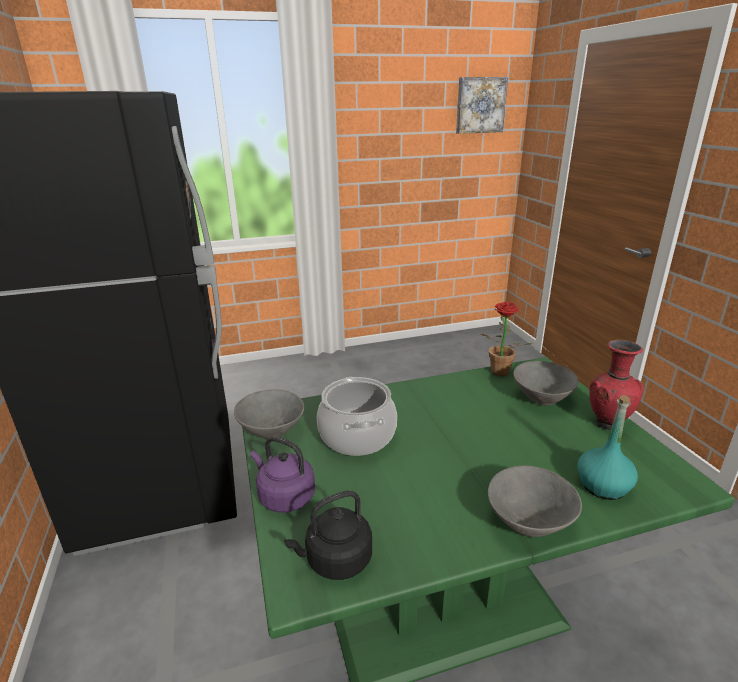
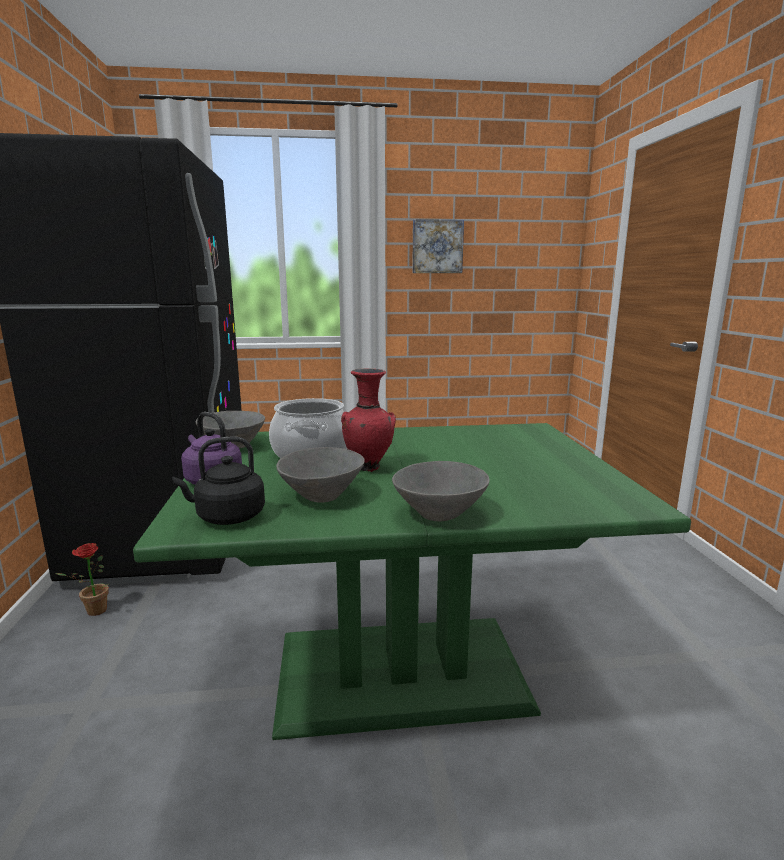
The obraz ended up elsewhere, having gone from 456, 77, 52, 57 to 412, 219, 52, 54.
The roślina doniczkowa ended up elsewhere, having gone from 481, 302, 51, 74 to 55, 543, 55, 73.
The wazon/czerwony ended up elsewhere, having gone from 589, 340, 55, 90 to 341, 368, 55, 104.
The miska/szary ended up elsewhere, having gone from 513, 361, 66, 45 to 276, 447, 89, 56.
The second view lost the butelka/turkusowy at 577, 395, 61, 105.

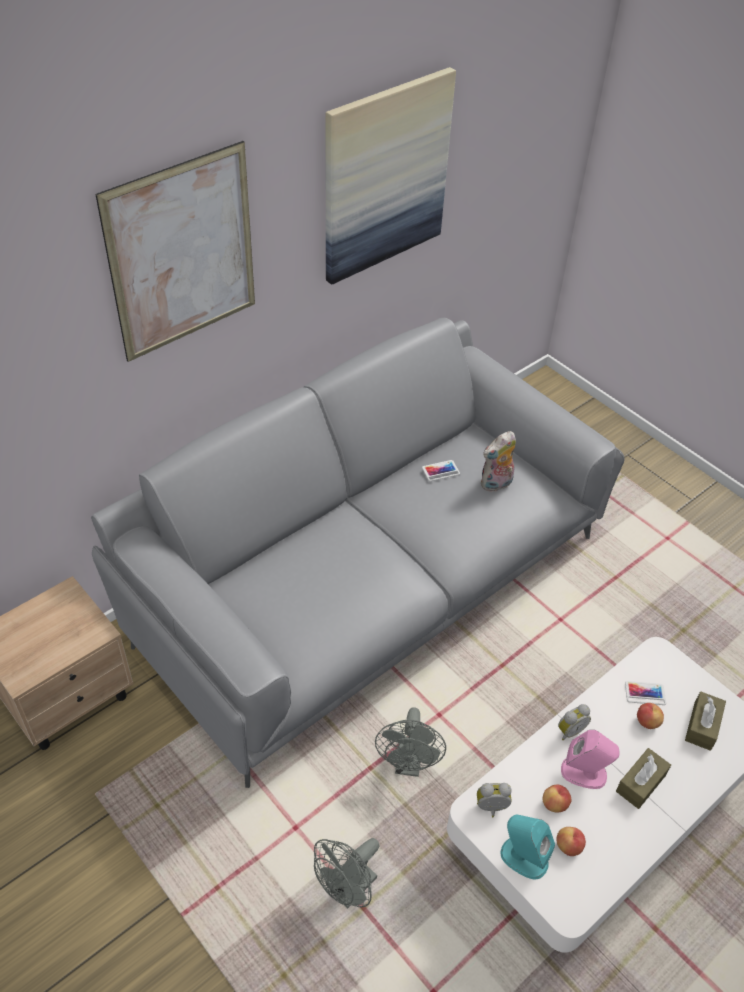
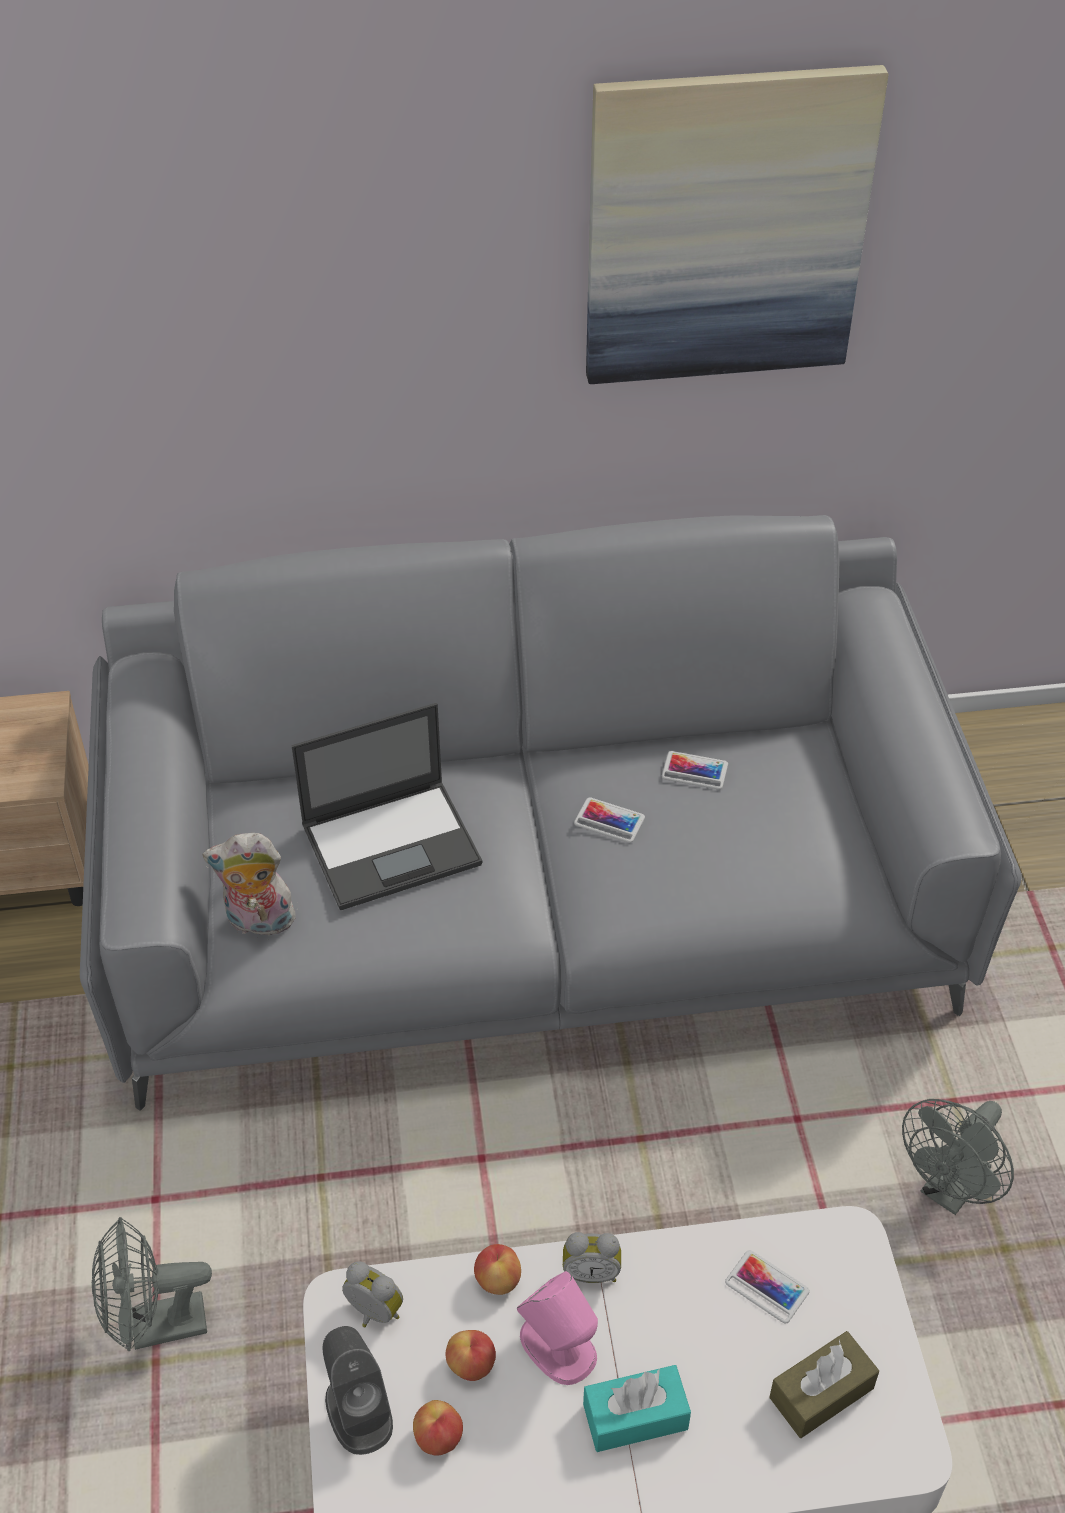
The second view lost the obraz at 95, 141, 160, 221.
The pluszak ended up elsewhere, having gone from 481, 431, 35, 61 to 202, 833, 99, 103.
The jabłko ended up elsewhere, having gone from 637, 703, 27, 26 to 474, 1244, 47, 51.
The wentylator/szary ended up elsewhere, having gone from 375, 707, 71, 70 to 902, 1099, 112, 116.
What was the pudełko chusteczek/brązowy at 616, 748, 55, 61 turned into the pudełko chusteczek/turkusowy at 583, 1365, 108, 87.
What was the głośnik/turkusowy at 500, 815, 55, 65 turned into the głośnik/szary at 323, 1326, 70, 129.
The second view gained the laptop at 292, 703, 191, 207.
The second view gained the telefon at 574, 797, 71, 46.

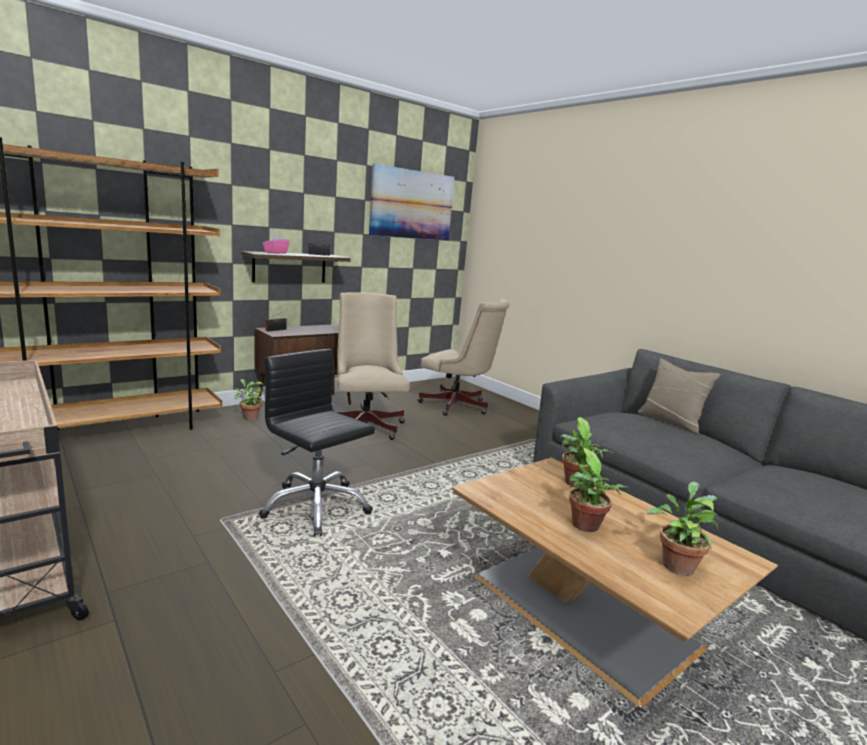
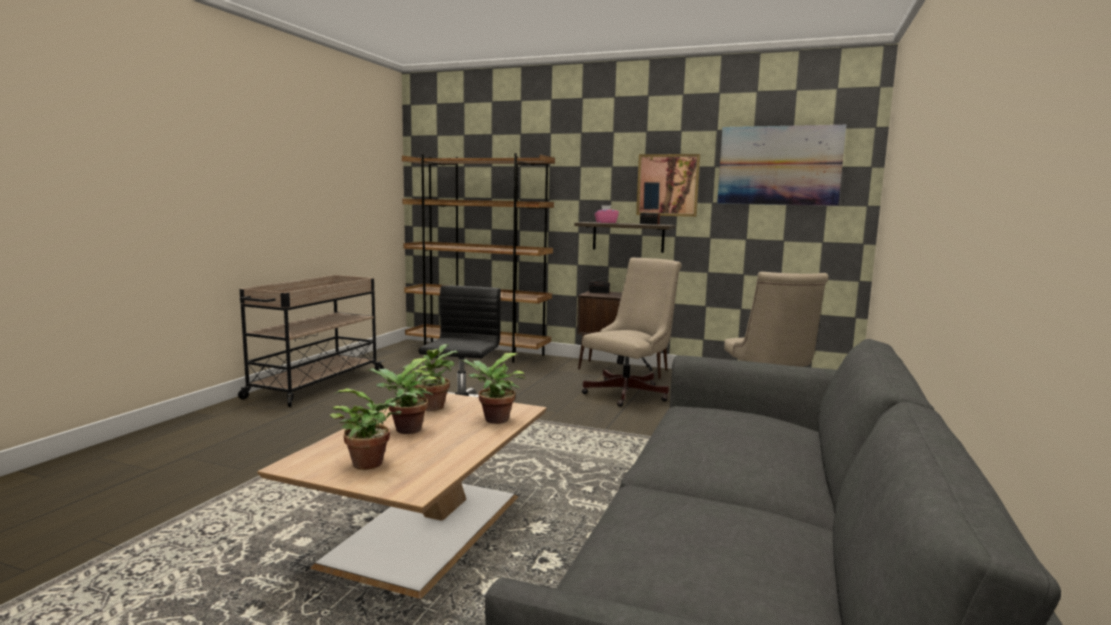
The second view lost the poduszka/beżowy at 638, 358, 82, 76.
The roślina doniczkowa ended up elsewhere, having gone from 234, 379, 30, 41 to 402, 344, 56, 67.
The second view gained the obraz at 636, 154, 64, 63.

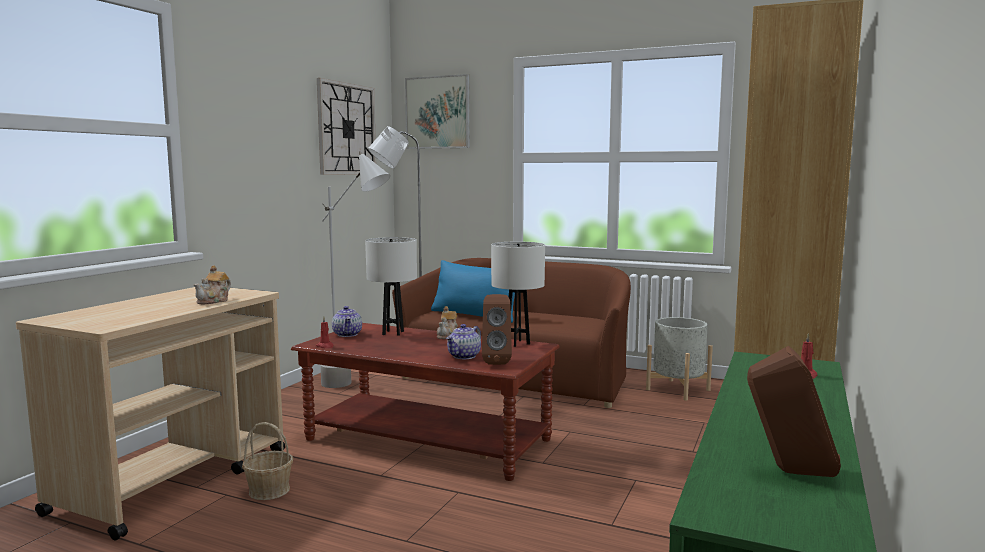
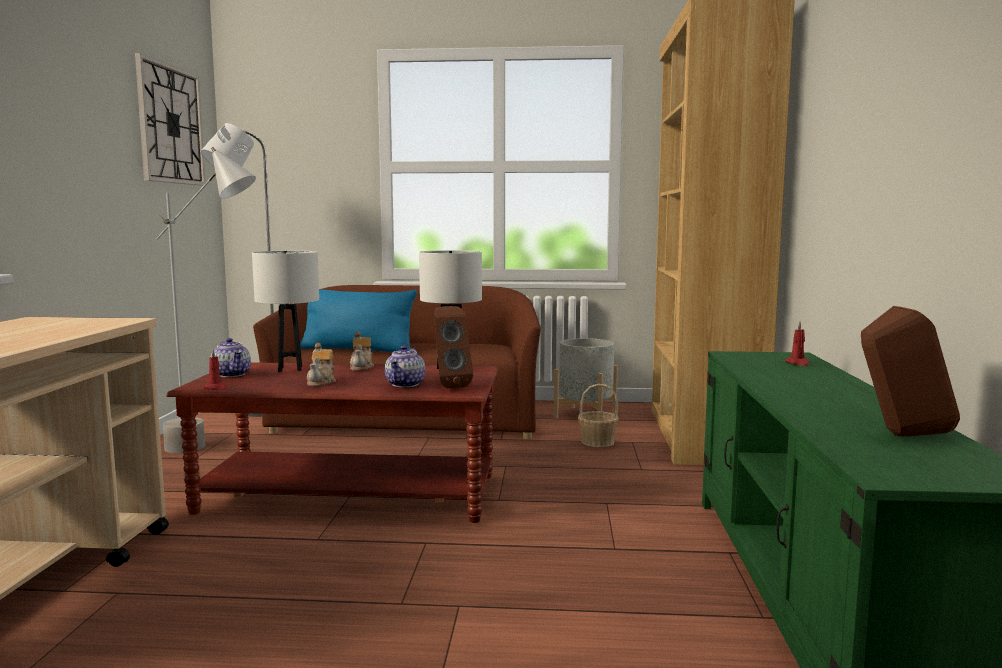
The second view lost the obraz at 405, 74, 65, 75.
The imbryk ended up elsewhere, having gone from 194, 266, 37, 38 to 307, 343, 29, 43.
The koszyk ended up elsewhere, having gone from 242, 422, 51, 78 to 578, 384, 41, 63.

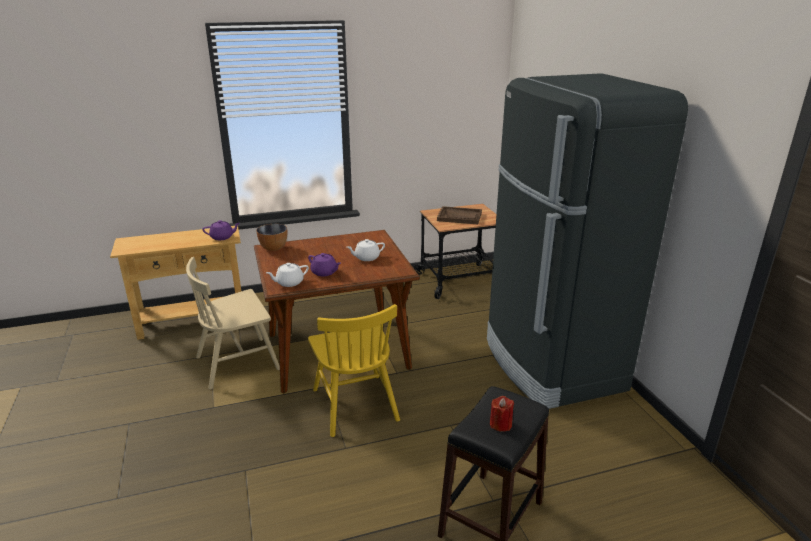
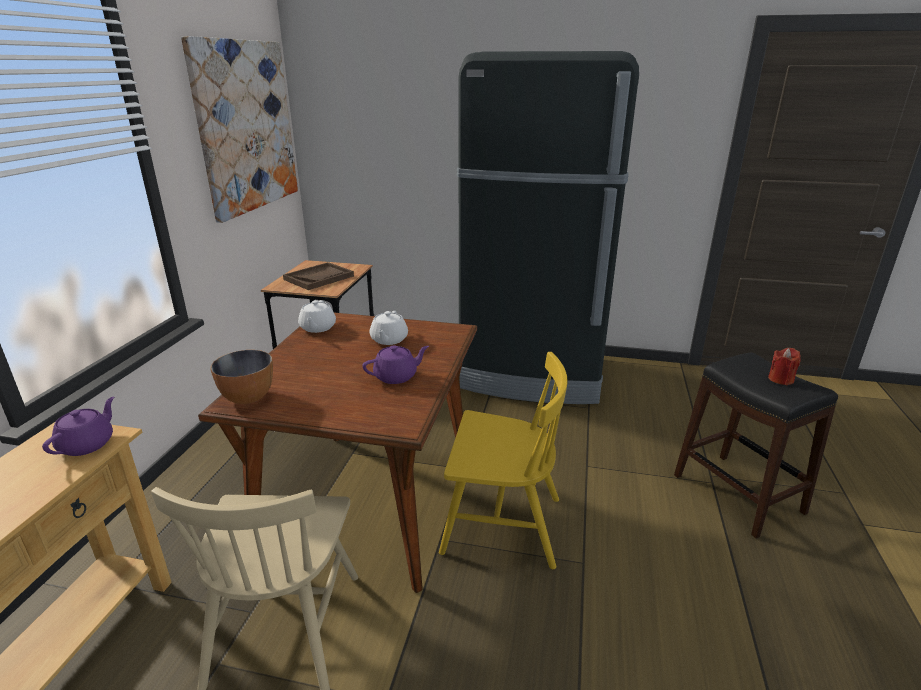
The imbryk/biały ended up elsewhere, having gone from 266, 263, 43, 24 to 298, 300, 38, 33.
The second view gained the obraz at 181, 36, 117, 187.

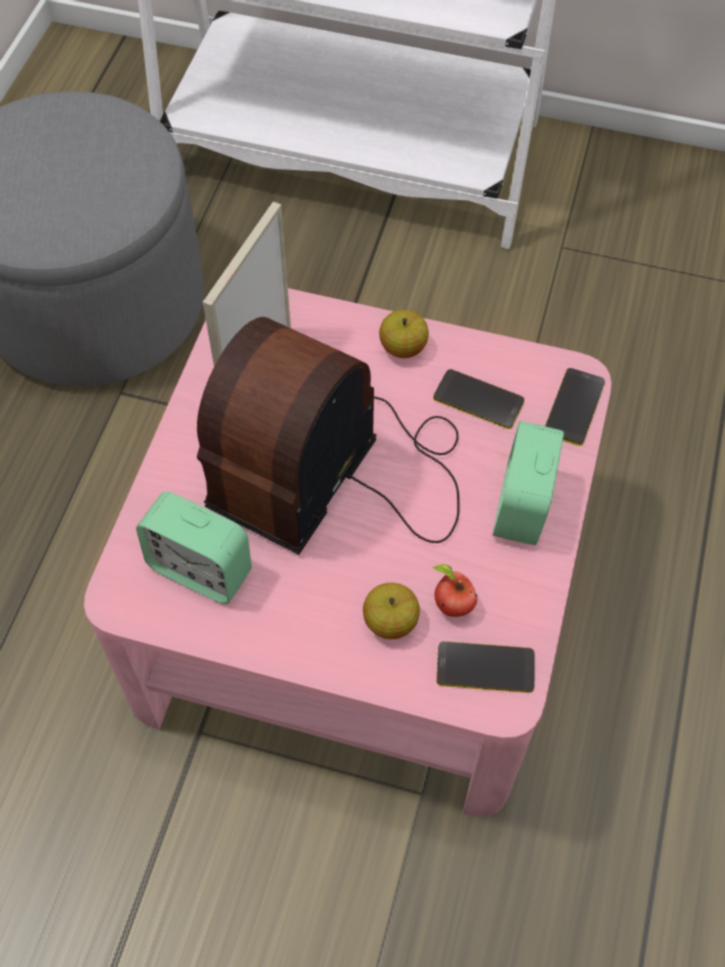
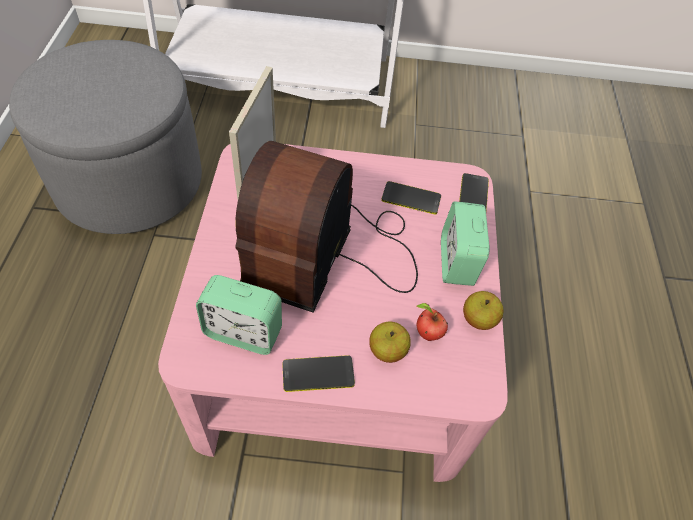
The jabłko ended up elsewhere, having gone from 379, 310, 50, 48 to 463, 291, 41, 39.
The telefon ended up elsewhere, having gone from 436, 641, 99, 52 to 282, 355, 73, 37.

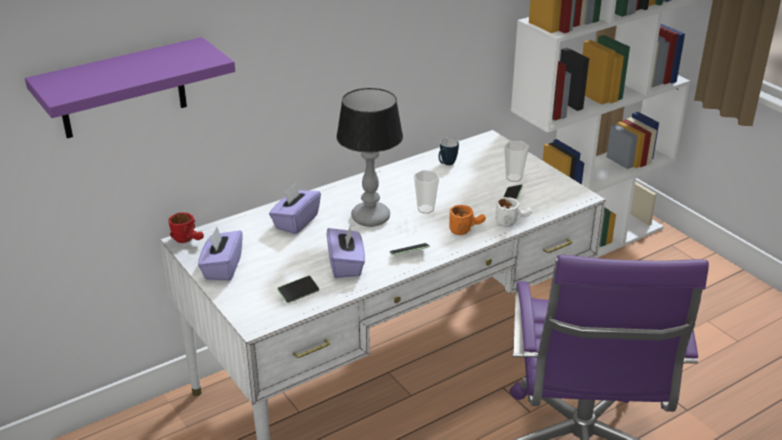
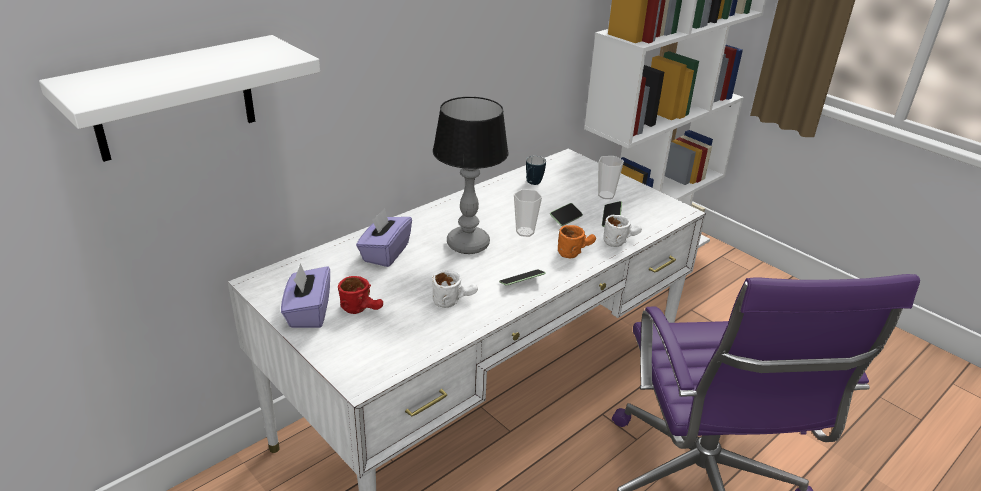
What was the półka/fioletowy at 25, 37, 210, 101 turned into the półka/biały at 39, 35, 281, 127.
The kubek/czerwony ended up elsewhere, having gone from 168, 212, 36, 31 to 338, 276, 45, 38.
Where the pudełko chusteczek/fioletowy stood at 327, 224, 38, 54, the kubek/biały came to stand at 432, 270, 46, 38.
The telefon ended up elsewhere, having gone from 277, 276, 42, 27 to 550, 203, 33, 23.

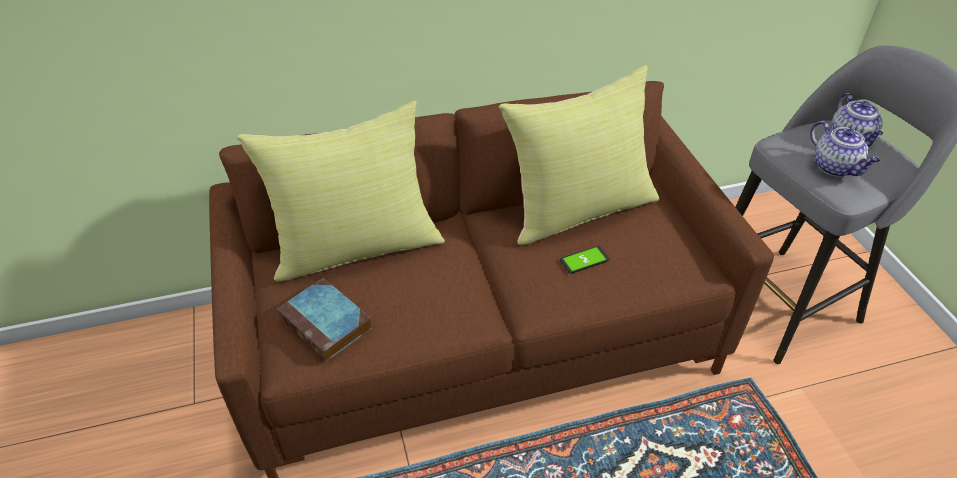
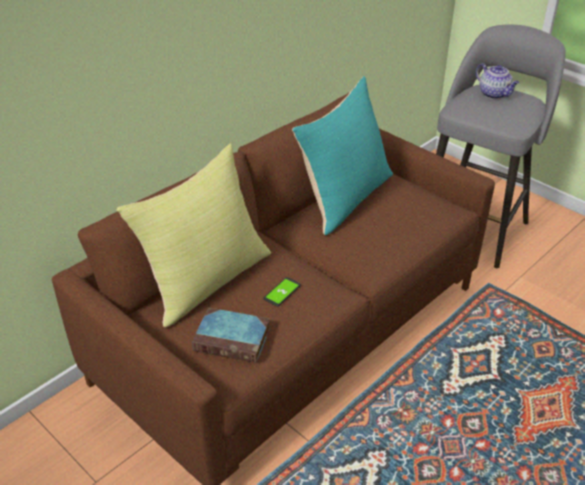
What was the poduszka/żółty at 499, 65, 161, 180 turned into the poduszka/turkusowy at 292, 76, 101, 159.
The second view lost the imbryk at 810, 121, 70, 56.
The telefon ended up elsewhere, having gone from 560, 246, 49, 28 to 263, 277, 38, 29.

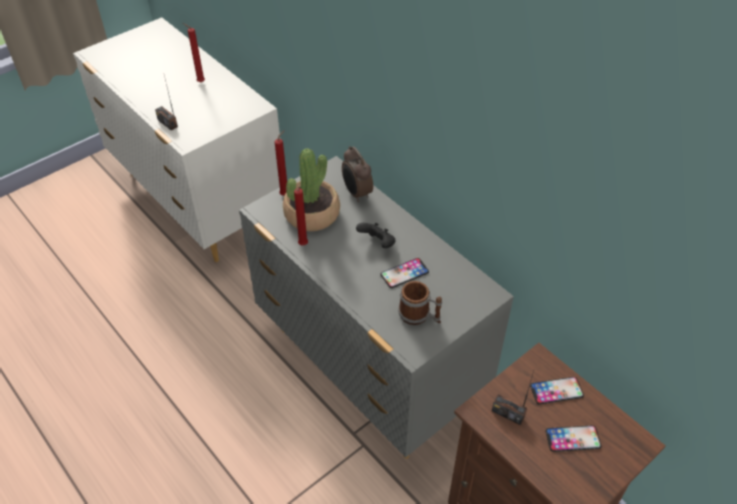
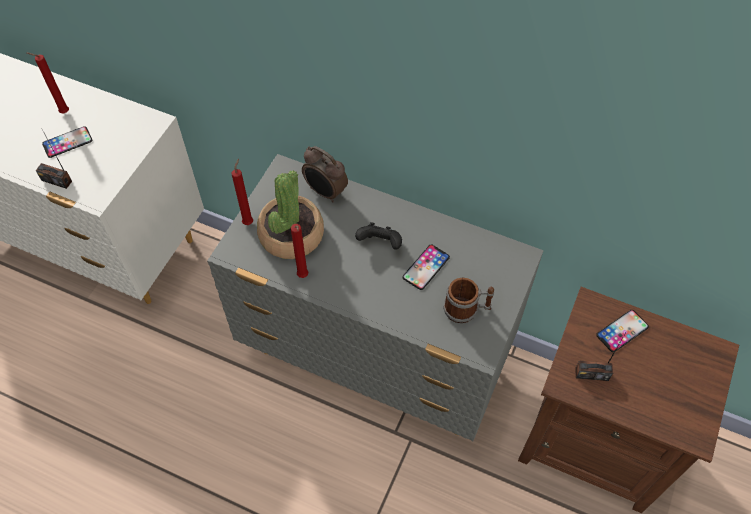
The telefon ended up elsewhere, having gone from 545, 425, 56, 27 to 42, 126, 50, 32.

